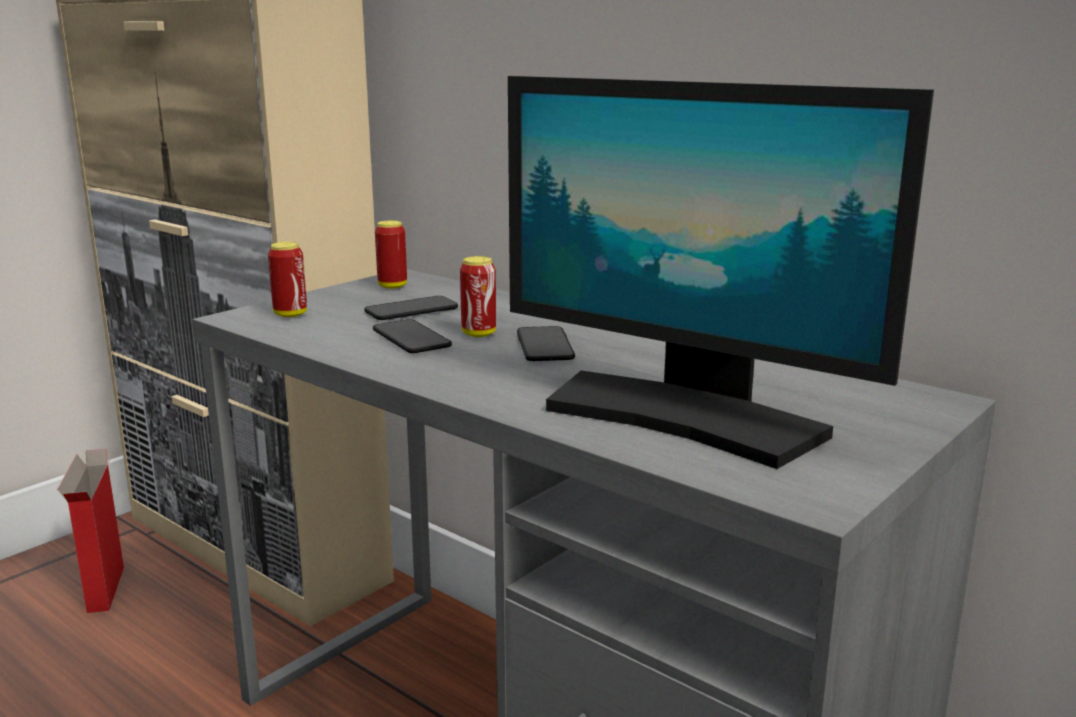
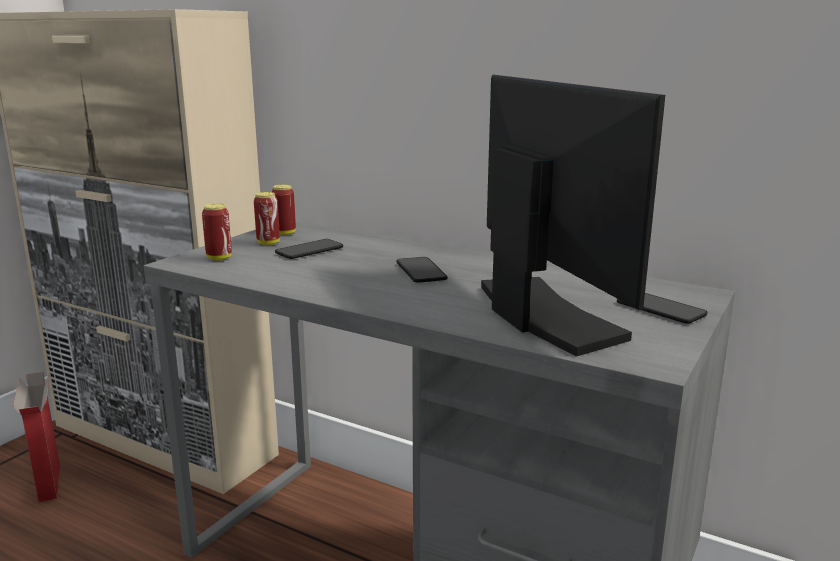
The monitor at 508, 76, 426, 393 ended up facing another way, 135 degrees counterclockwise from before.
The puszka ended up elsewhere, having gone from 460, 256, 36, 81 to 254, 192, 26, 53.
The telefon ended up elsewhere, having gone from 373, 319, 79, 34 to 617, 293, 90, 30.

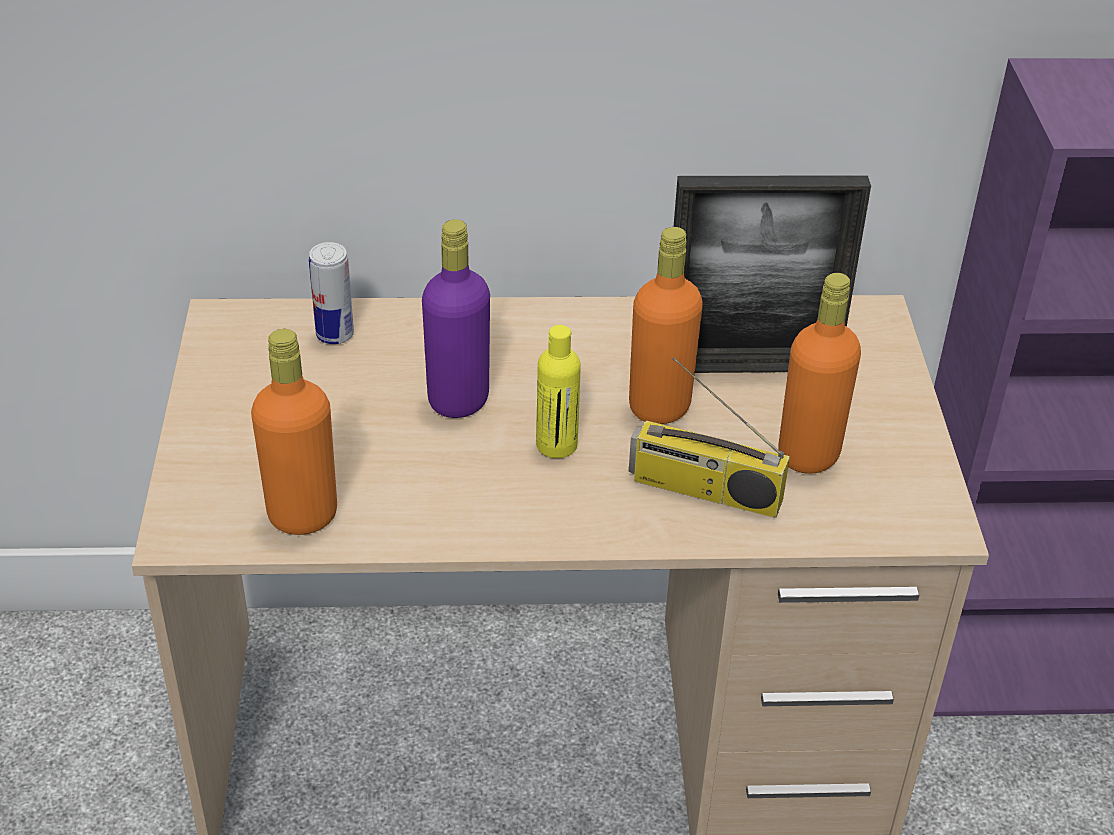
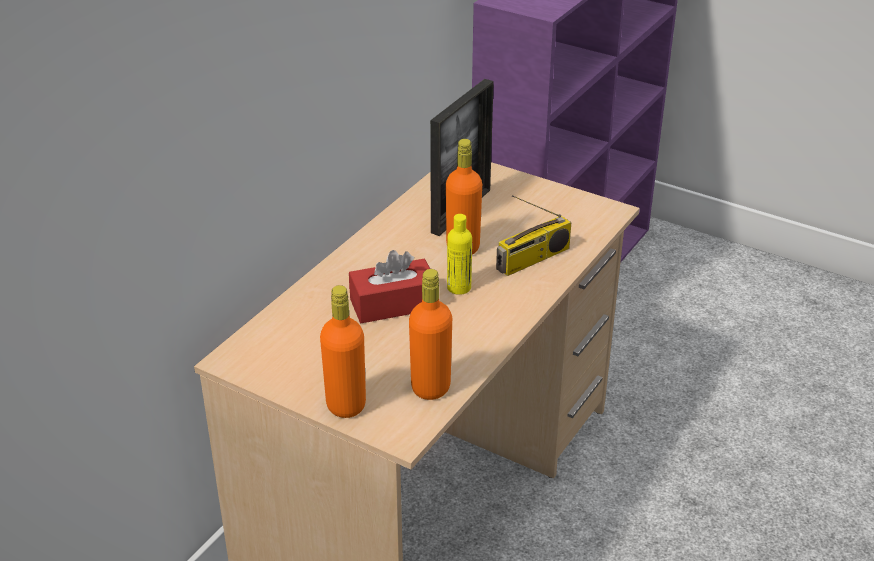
Where the butelka/fioletowy stood at 422, 220, 68, 198, the pudełko chusteczek/czerwony came to stand at 349, 250, 81, 73.
The second view lost the puszka at 309, 242, 45, 102.
The butelka/pomarańczowy ended up elsewhere, having gone from 778, 273, 83, 201 to 320, 285, 46, 133.

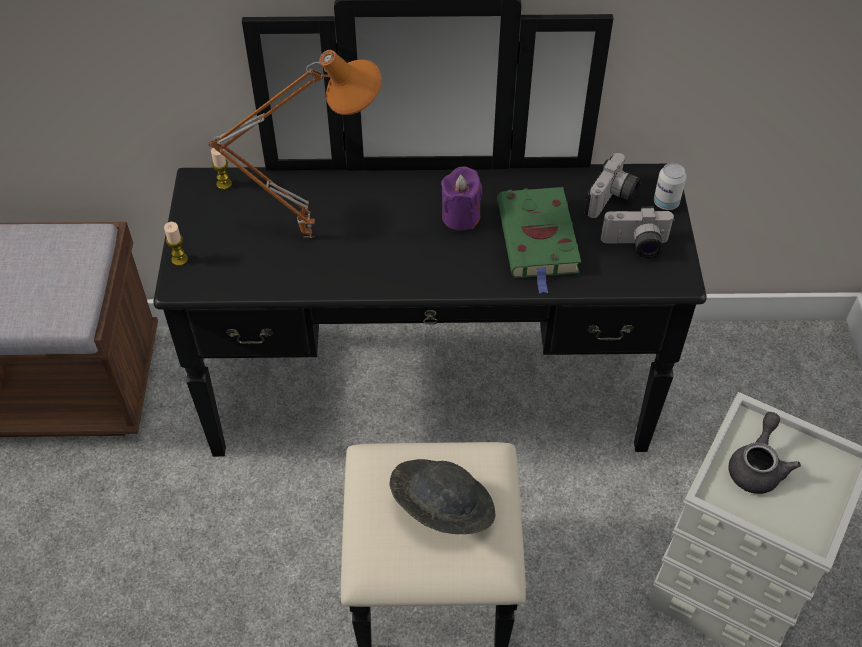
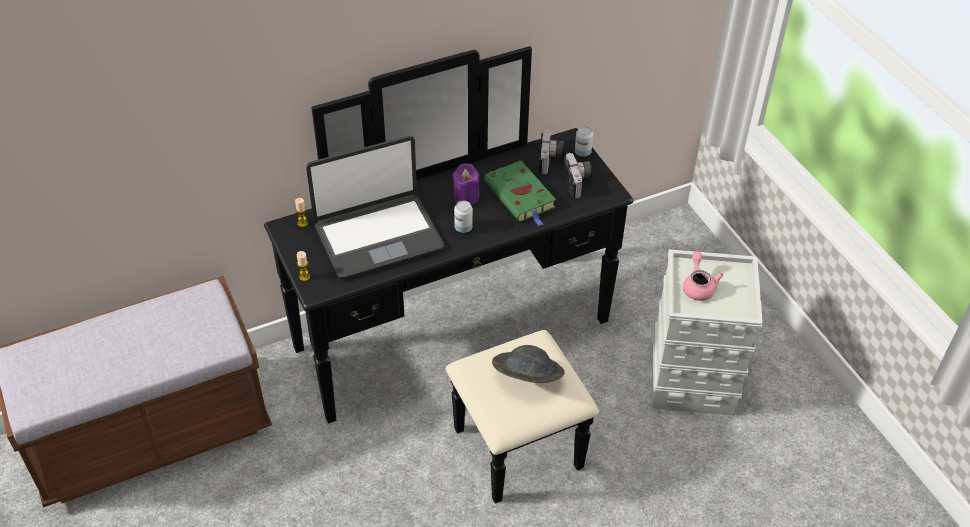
Where the lampa stołowa/pomarańczowy stood at 209, 50, 173, 188, the laptop came to stand at 306, 136, 138, 143.
The aparat fotograficzny at 601, 207, 73, 51 ended up facing another way, 75 degrees counterclockwise from before.
What was the imbryk/szary at 728, 412, 73, 82 turned into the imbryk/różowy at 683, 252, 41, 49.
The second view gained the puszka at 454, 201, 19, 32.

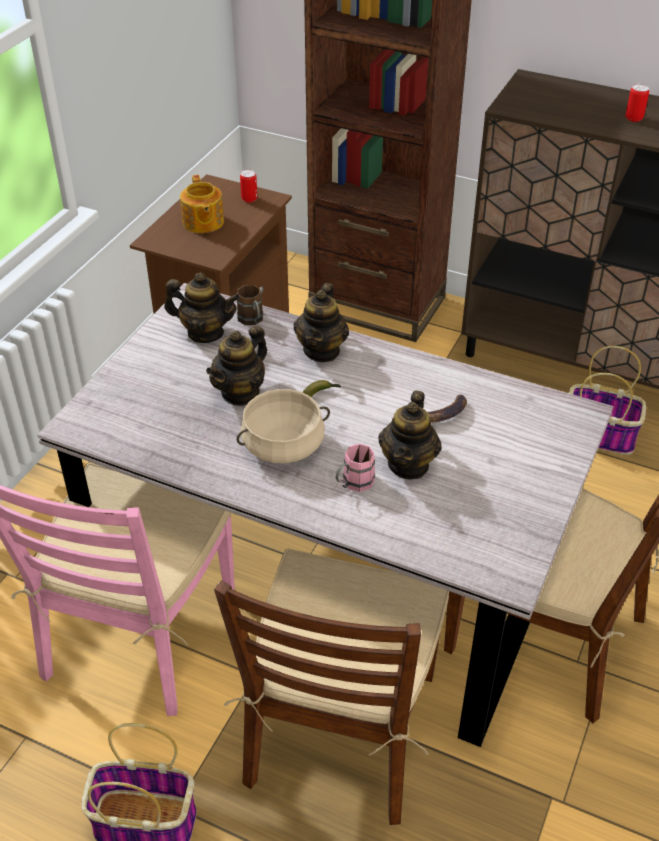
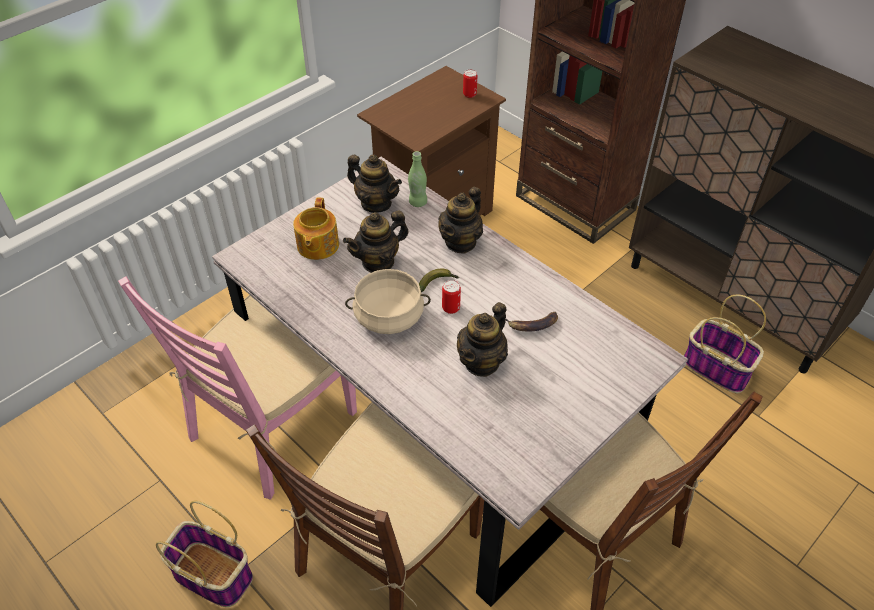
The puszka ended up elsewhere, having gone from 626, 84, 23, 38 to 442, 280, 19, 34.
The imbryk ended up elsewhere, having gone from 180, 175, 44, 58 to 293, 197, 46, 63.
Where the kubek/brązowy stood at 237, 285, 26, 40, the butelka/zielony came to stand at 408, 151, 19, 56.
The second view lost the kubek/różowy at 336, 444, 39, 48.

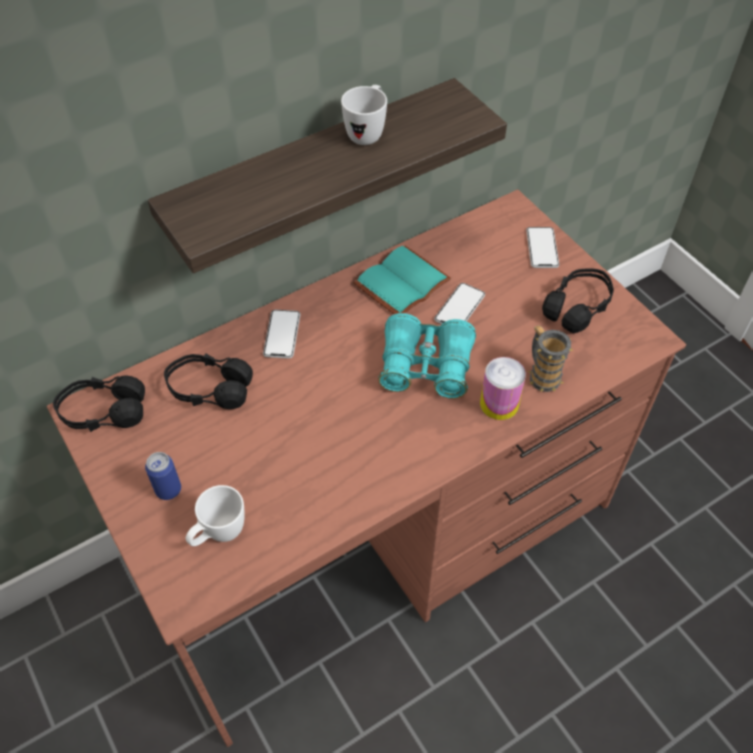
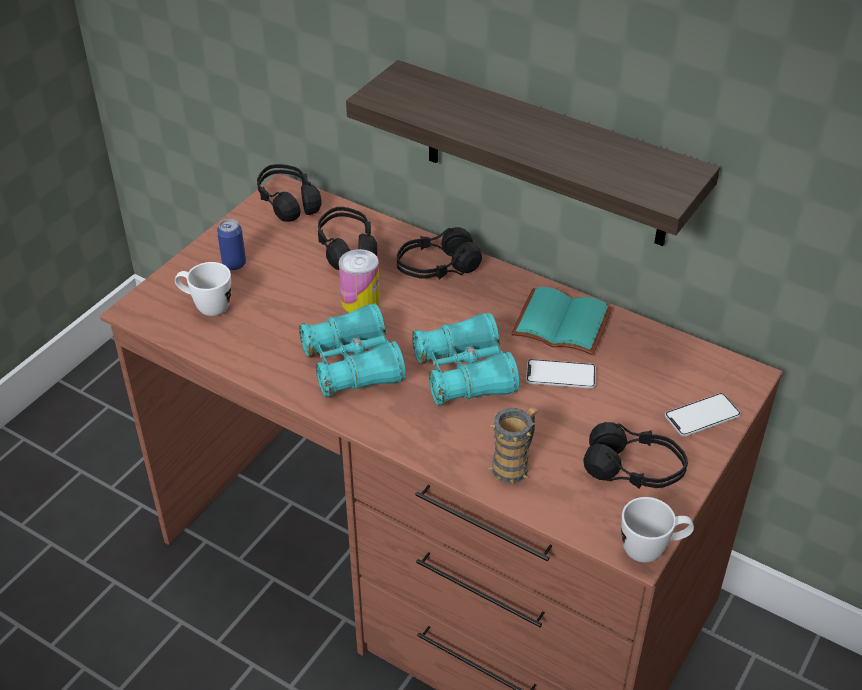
The kubek/biały ended up elsewhere, having gone from 341, 85, 46, 60 to 621, 497, 73, 66.
Where the telefon stood at 263, 310, 37, 49, the słuchawki/czarny came to stand at 397, 227, 85, 52.
The puszka ended up elsewhere, having gone from 480, 357, 46, 63 to 339, 249, 41, 64.
The second view gained the lornetka/turkusowy at 299, 304, 107, 94.

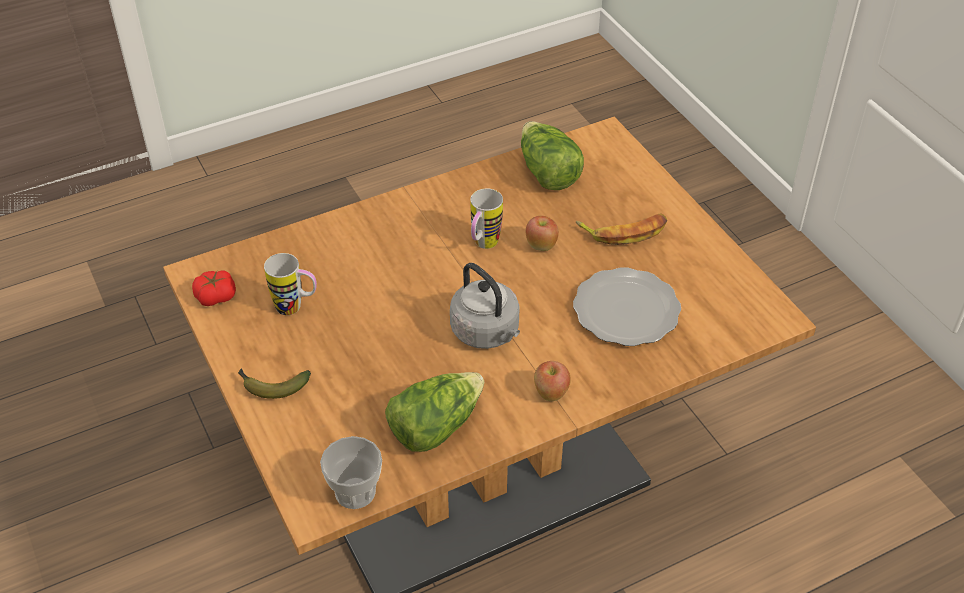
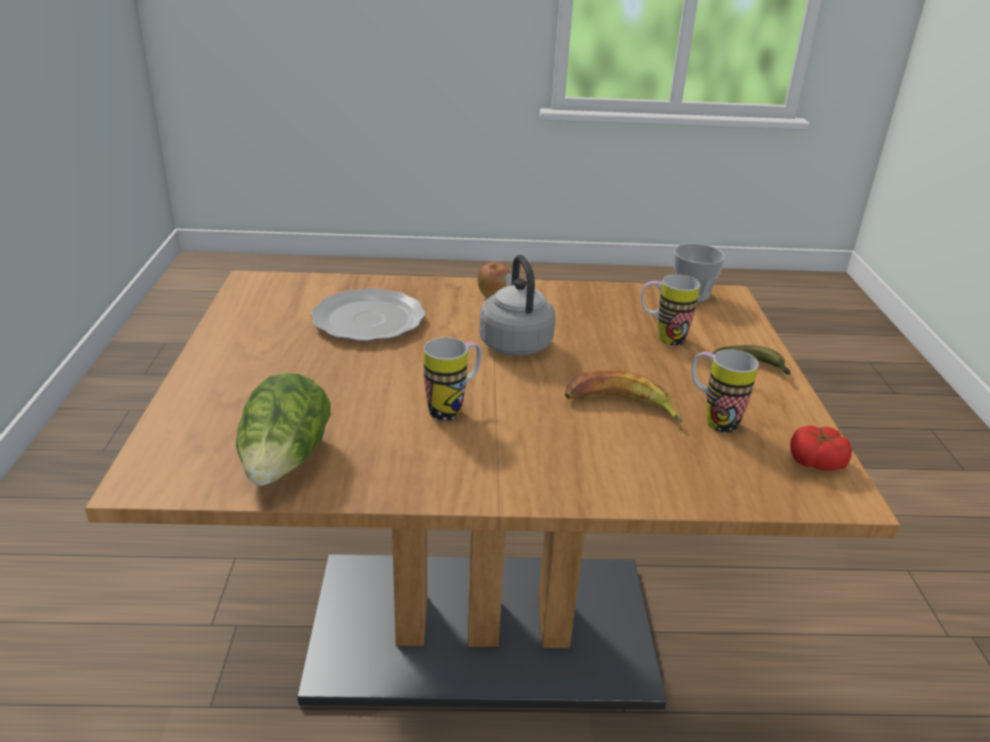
The banan ended up elsewhere, having gone from 576, 213, 91, 32 to 565, 369, 118, 54.
The second view lost the jabłko at 526, 216, 33, 35.
The second view lost the sałata at 385, 372, 100, 80.
The second view gained the kubek at 641, 275, 59, 70.

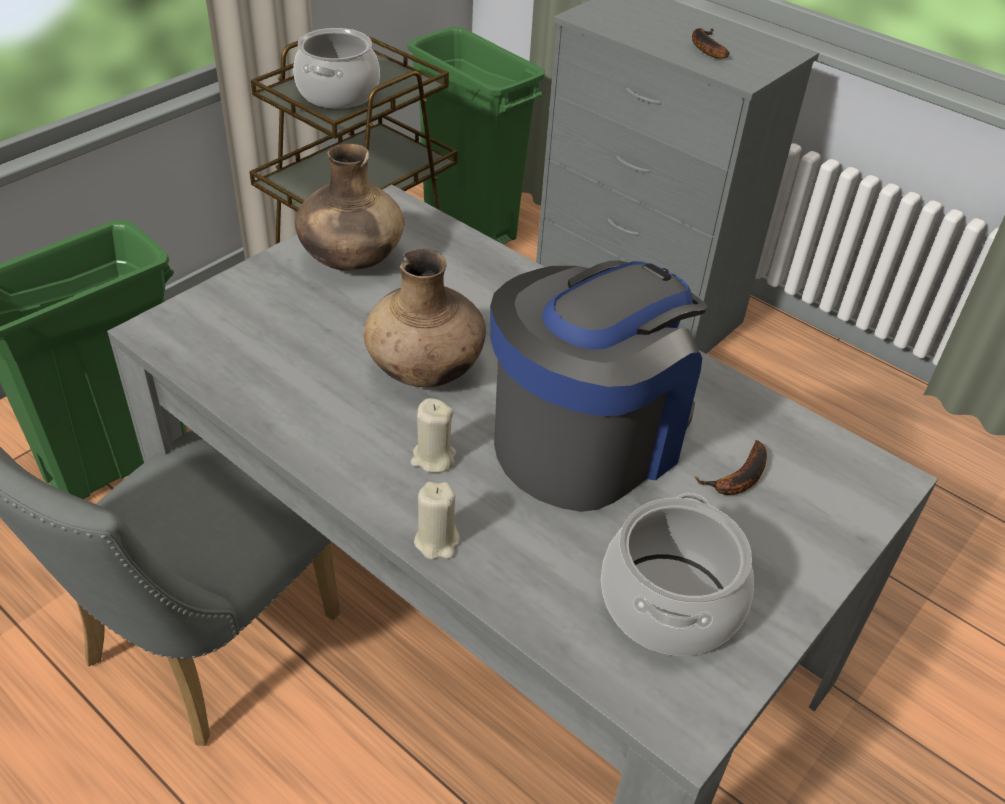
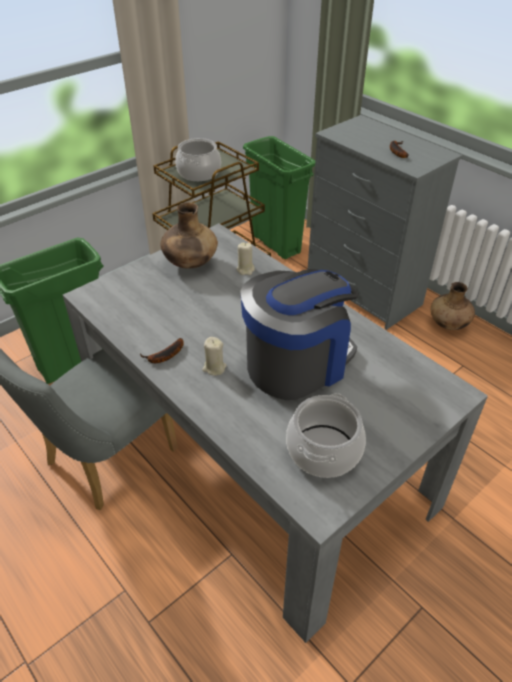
The wazon/brązowy ended up elsewhere, having gone from 364, 248, 122, 139 to 431, 282, 44, 48.
The banan ended up elsewhere, having gone from 695, 440, 72, 55 to 140, 338, 44, 25.
The świeca/beżowy ended up elsewhere, having gone from 414, 482, 46, 77 to 236, 242, 19, 33.

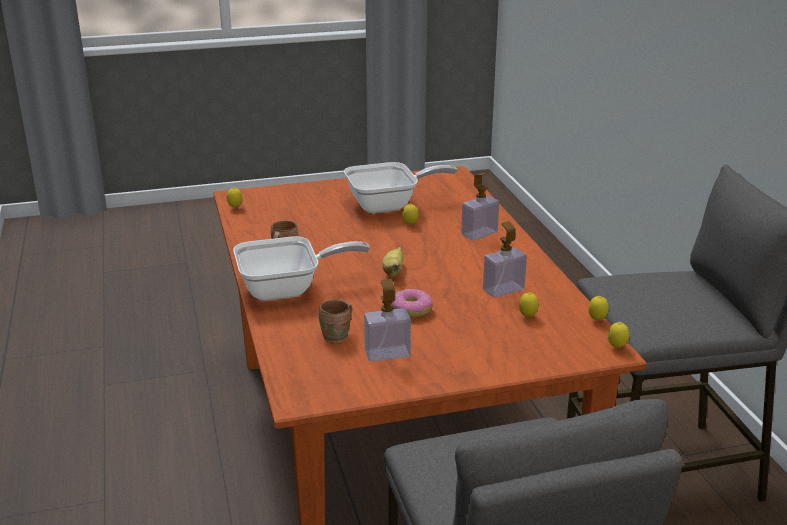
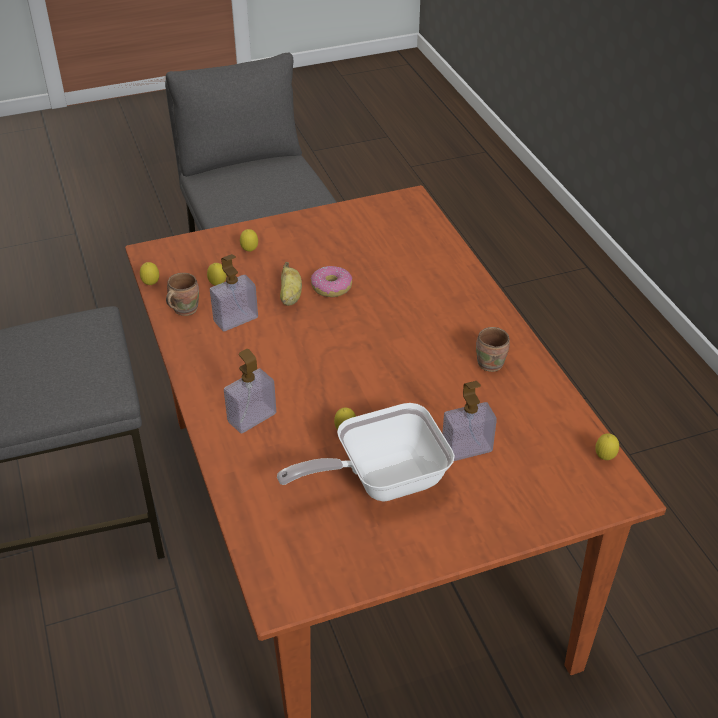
The second view lost the patelnia at 233, 236, 137, 65.
The banan ended up elsewhere, having gone from 383, 247, 20, 30 to 280, 262, 22, 44.
The dozownik mydła ended up elsewhere, having gone from 364, 279, 47, 83 to 442, 381, 55, 80.
The kubek/brązowy ended up elsewhere, having gone from 319, 299, 33, 44 to 166, 273, 33, 43.
The cytryna ended up elsewhere, having gone from 608, 322, 21, 26 to 240, 229, 18, 23.

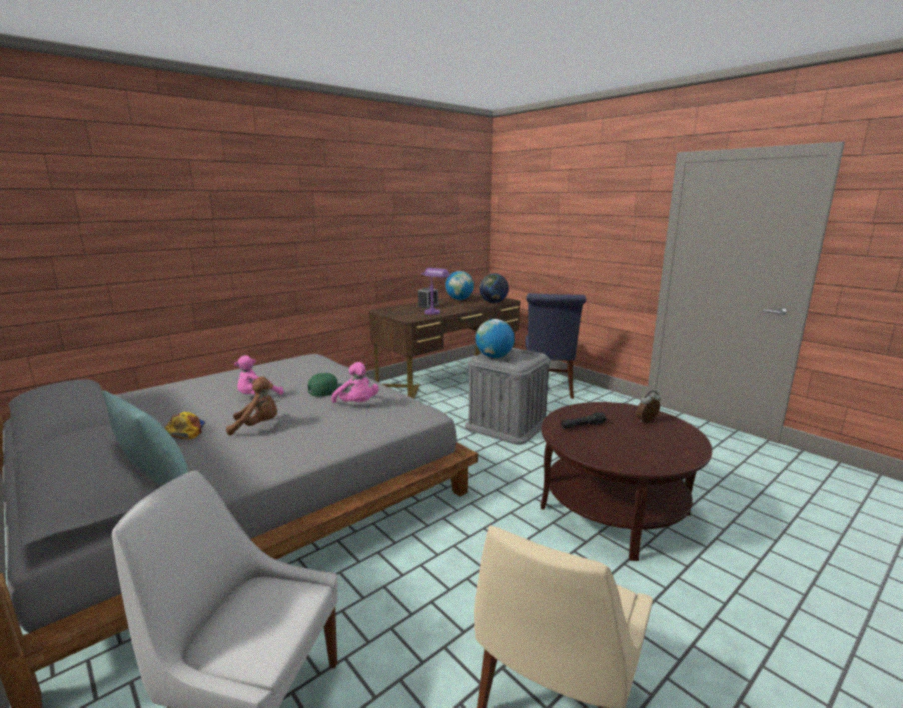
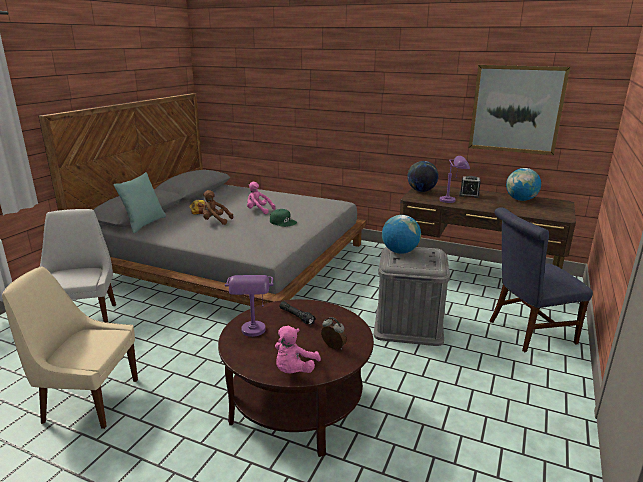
The globus ended up elsewhere, having gone from 479, 273, 30, 30 to 407, 161, 31, 31.
The pluszak/różowy ended up elsewhere, having gone from 331, 362, 48, 41 to 275, 326, 46, 48.
The pluszak/brązowy at 226, 376, 51, 60 ended up facing another way, 135 degrees clockwise from before.
The second view gained the obraz at 469, 65, 101, 90.
The second view gained the lampa stołowa/fioletowy at 225, 275, 48, 62.

